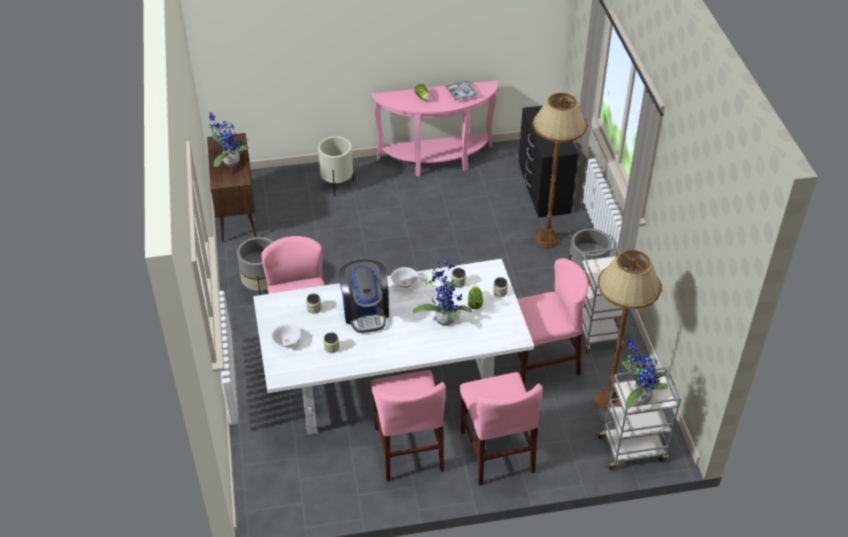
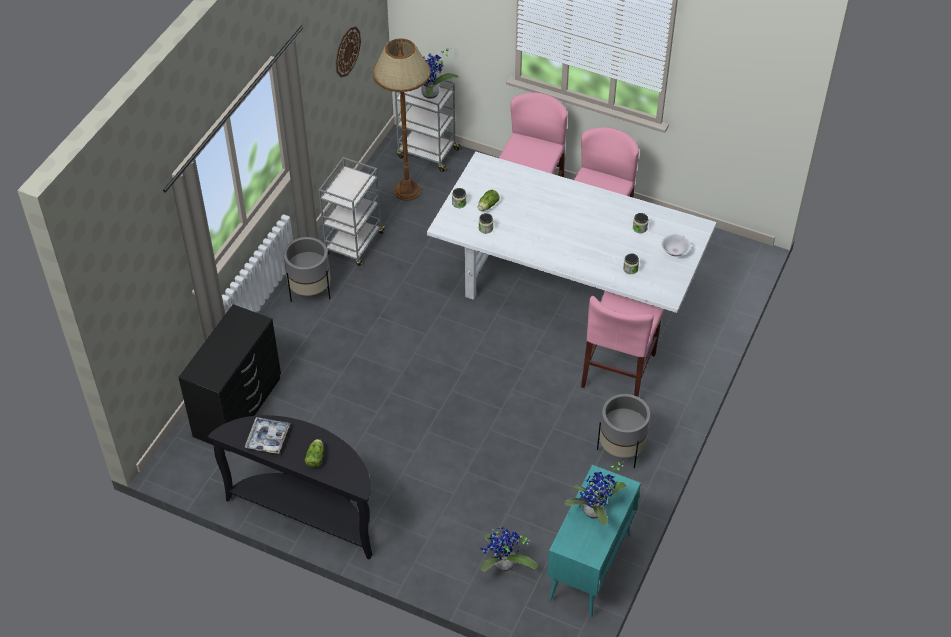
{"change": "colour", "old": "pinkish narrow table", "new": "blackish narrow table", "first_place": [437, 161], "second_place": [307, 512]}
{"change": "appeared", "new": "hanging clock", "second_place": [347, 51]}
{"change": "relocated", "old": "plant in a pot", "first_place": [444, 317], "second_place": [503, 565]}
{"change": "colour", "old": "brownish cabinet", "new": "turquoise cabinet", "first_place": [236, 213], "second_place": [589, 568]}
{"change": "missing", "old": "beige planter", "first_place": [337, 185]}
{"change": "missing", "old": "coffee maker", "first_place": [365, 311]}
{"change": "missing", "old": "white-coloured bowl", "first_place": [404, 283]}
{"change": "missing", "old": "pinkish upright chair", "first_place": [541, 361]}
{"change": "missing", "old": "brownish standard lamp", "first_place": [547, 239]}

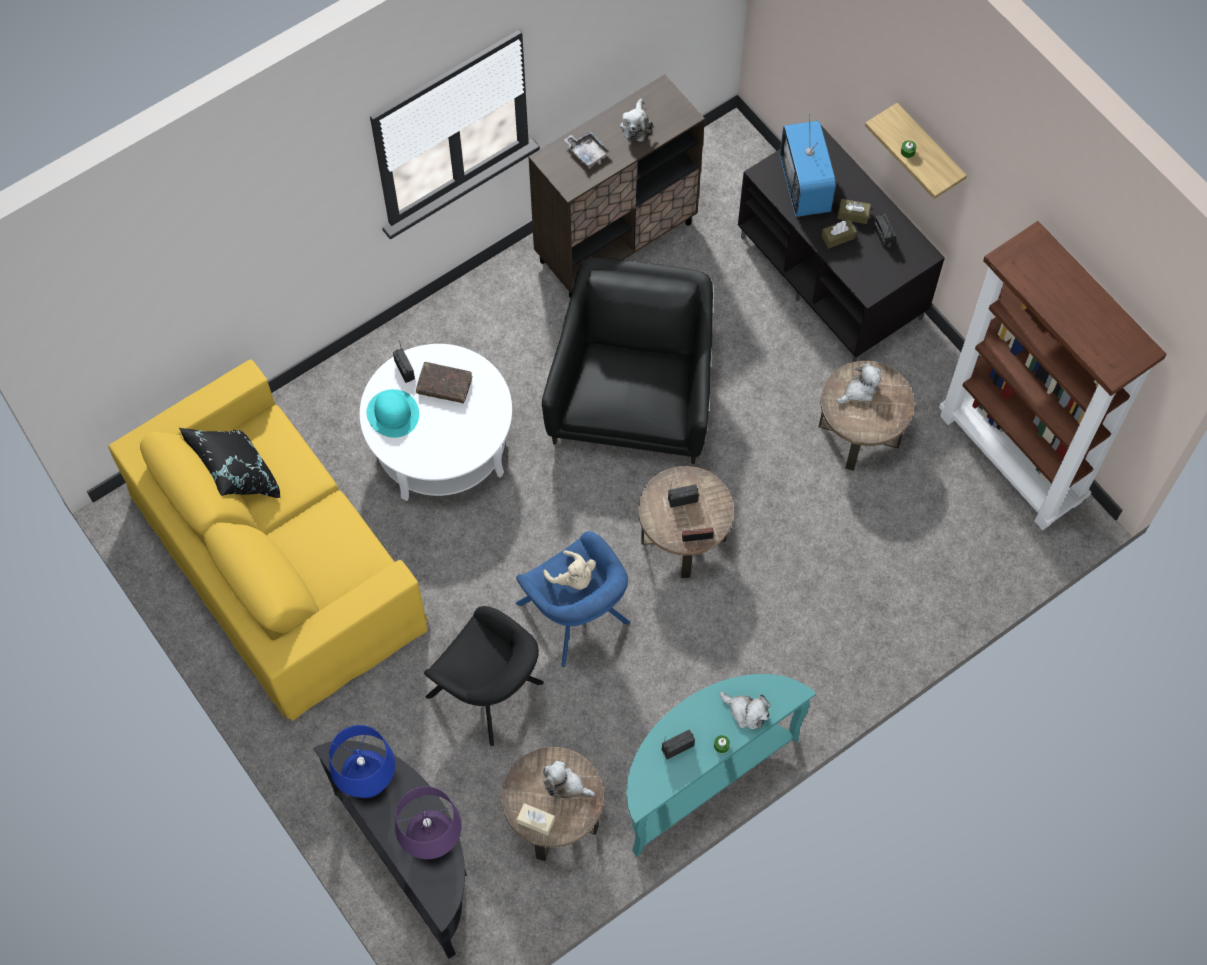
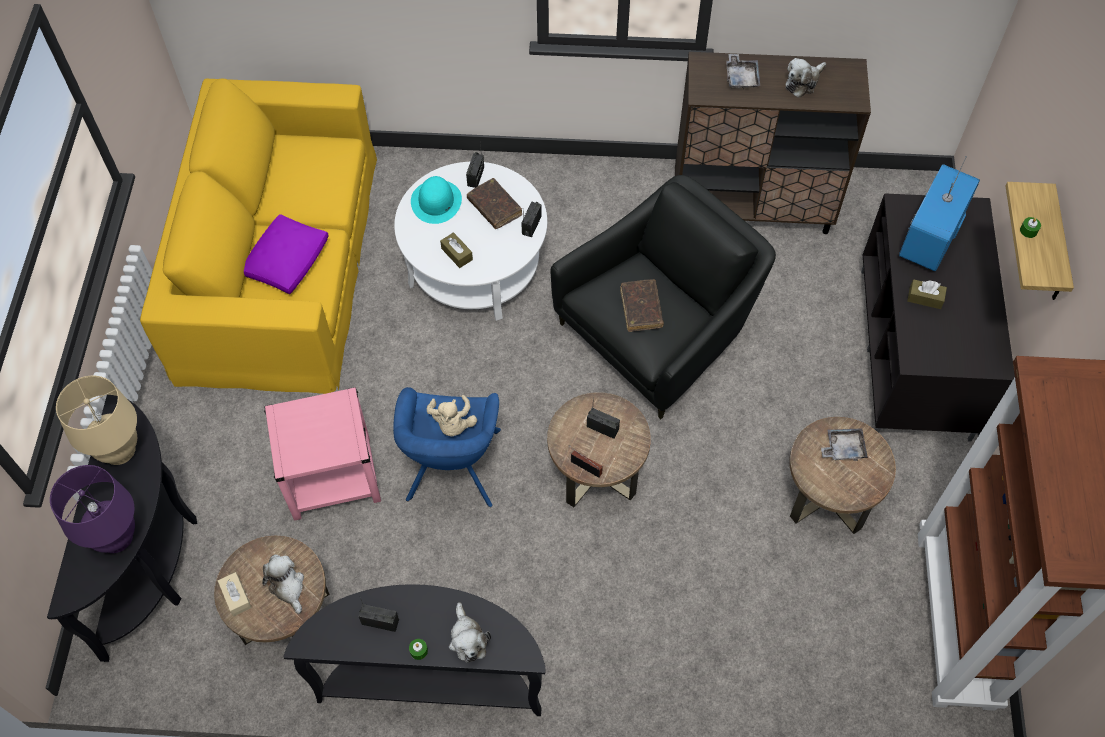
{"change": "colour", "old": "blue-coloured tabletop lamp", "new": "beige tabletop lamp", "first_place": [368, 781], "second_place": [118, 450]}
{"change": "appeared", "new": "purple pillow", "second_place": [287, 260]}
{"change": "exchanged", "old": "blackish lounge chair", "new": "pinkish side table", "first_place": [489, 693], "second_place": [331, 477]}
{"change": "colour", "old": "turquoise narrow table", "new": "blackish narrow table", "first_place": [701, 776], "second_place": [432, 679]}
{"change": "relocated", "old": "brownish tissue box", "first_place": [853, 215], "second_place": [457, 254]}
{"change": "relocated", "old": "radio set", "first_place": [883, 236], "second_place": [531, 225]}
{"change": "appeared", "new": "brownish book", "second_place": [641, 309]}
{"change": "exchanged", "old": "cuddly toy", "new": "gray carrying tray", "first_place": [859, 390], "second_place": [843, 448]}
{"change": "missing", "old": "blackish pillow", "first_place": [237, 477]}

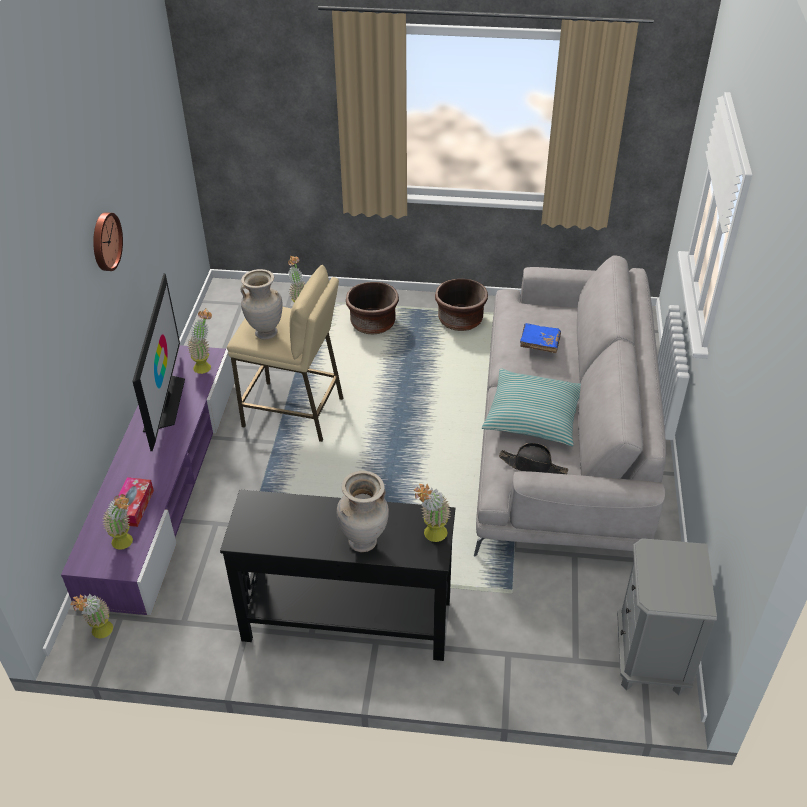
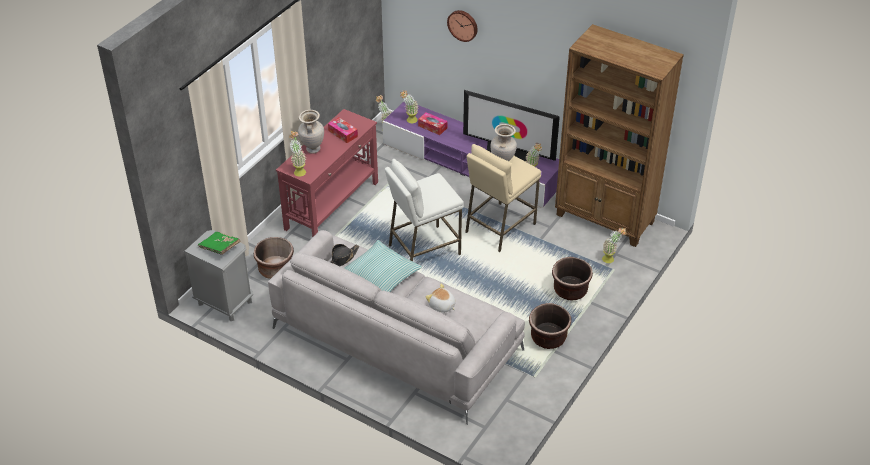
{"change": "appeared", "new": "greenish book", "second_place": [220, 248]}
{"change": "appeared", "new": "brownish planter", "second_place": [275, 269]}
{"change": "colour", "old": "blackish narrow table", "new": "red narrow table", "first_place": [346, 620], "second_place": [332, 205]}
{"change": "appeared", "new": "tissue box", "second_place": [343, 133]}
{"change": "appeared", "new": "white-coloured stool seat", "second_place": [424, 250]}
{"change": "exchanged", "old": "blue-coloured book", "new": "cuddly toy", "first_place": [539, 345], "second_place": [442, 306]}
{"change": "relocated", "old": "hanging clock", "first_place": [105, 241], "second_place": [463, 25]}
{"change": "appeared", "new": "brownish bookshelf", "second_place": [605, 219]}

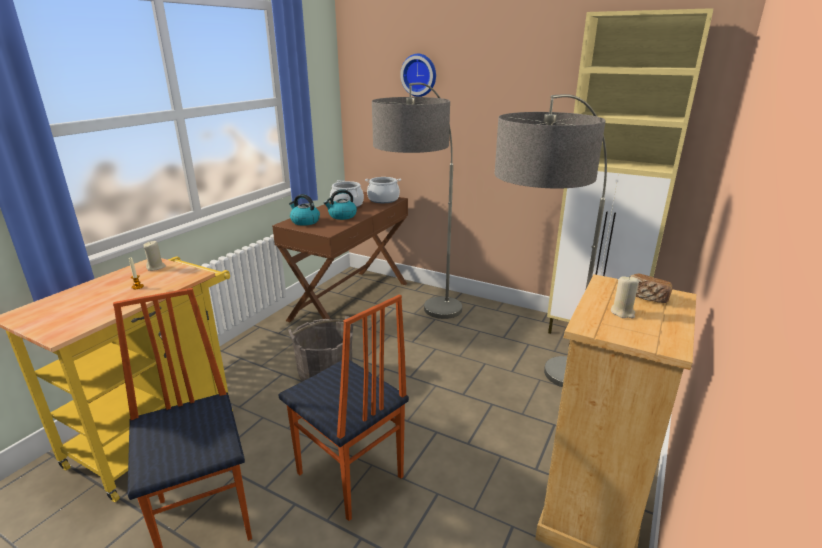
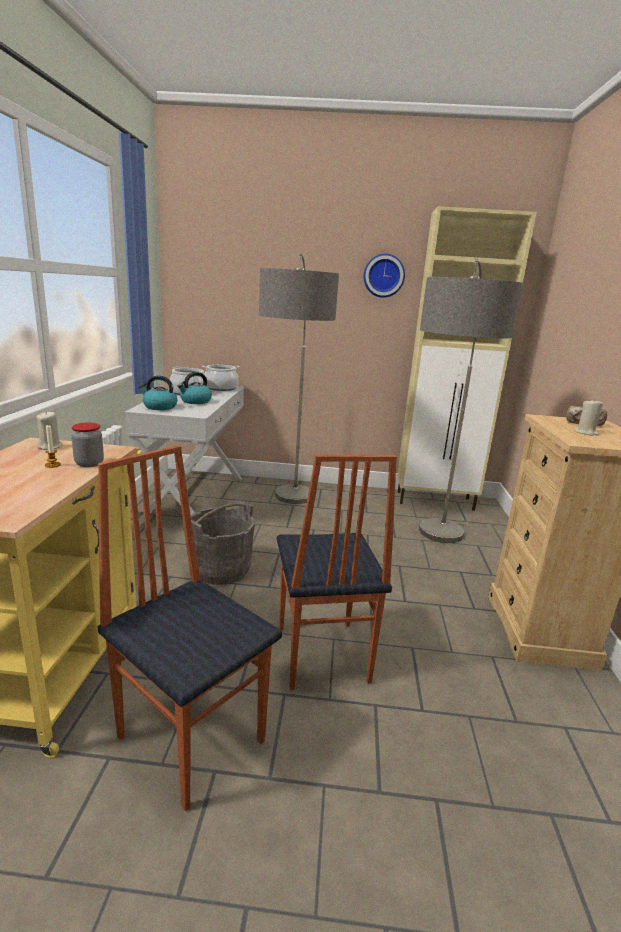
{"change": "appeared", "new": "jar", "second_place": [89, 463]}
{"change": "colour", "old": "brownish narrow table", "new": "white-coloured narrow table", "first_place": [350, 301], "second_place": [193, 499]}
{"change": "spun", "old": "upright chair", "first_place": [349, 476], "second_place": [320, 654], "degrees": 60}
{"change": "relocated", "old": "hanging clock", "first_place": [419, 75], "second_place": [384, 275]}

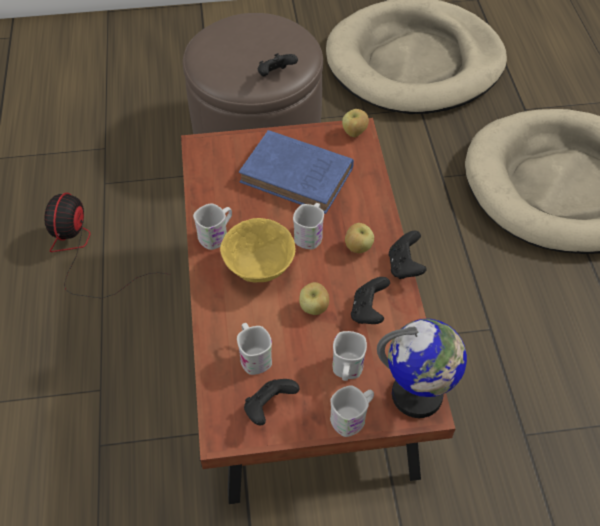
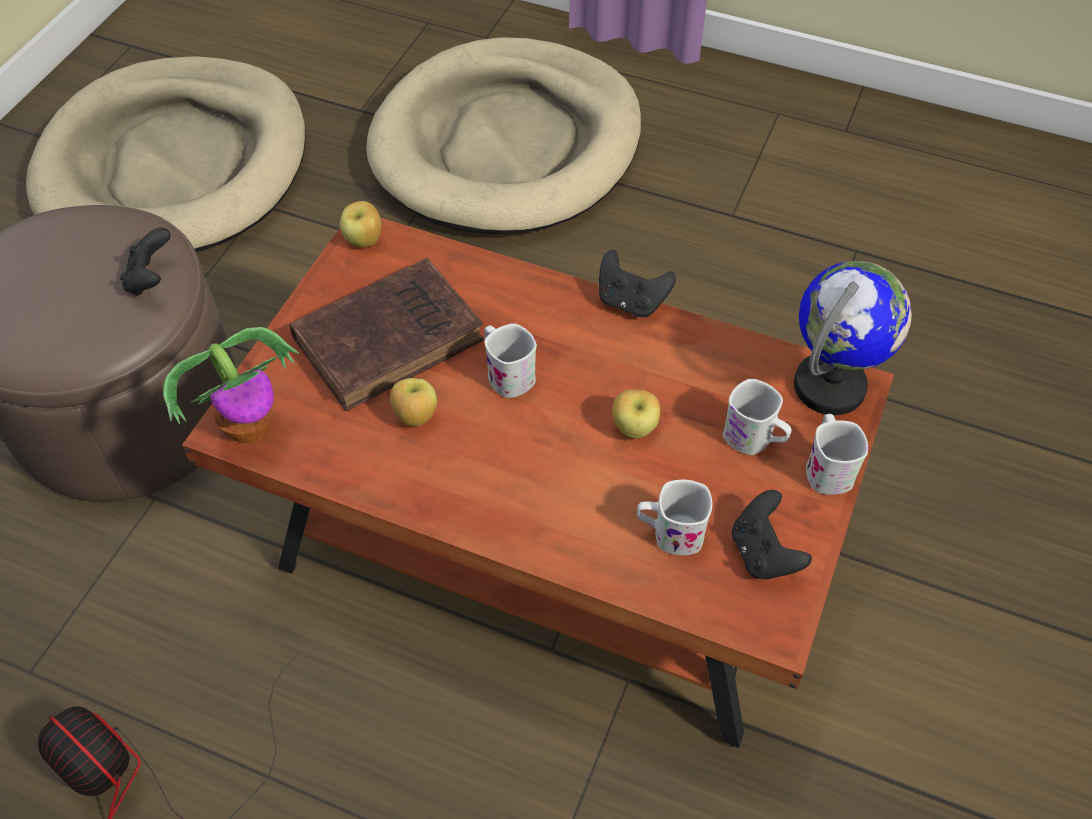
{"change": "appeared", "new": "plant in a pot", "second_place": [250, 425]}
{"change": "colour", "old": "blue-coloured book", "new": "brownish book", "first_place": [299, 176], "second_place": [393, 337]}
{"change": "relocated", "old": "whole apple", "first_place": [358, 247], "second_place": [415, 417]}
{"change": "missing", "old": "white-coloured tea mug", "first_place": [217, 235]}
{"change": "missing", "old": "yellow-coloured bowl", "first_place": [259, 270]}
{"change": "missing", "old": "blackish game controller", "first_place": [368, 311]}

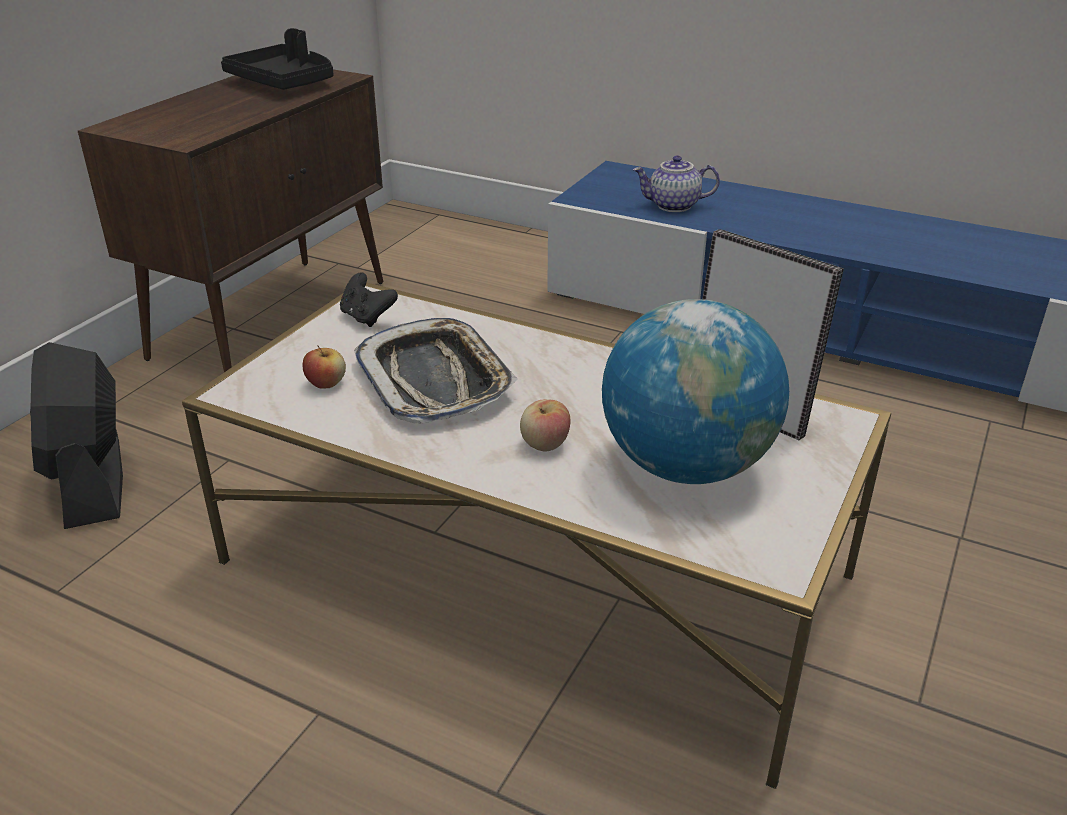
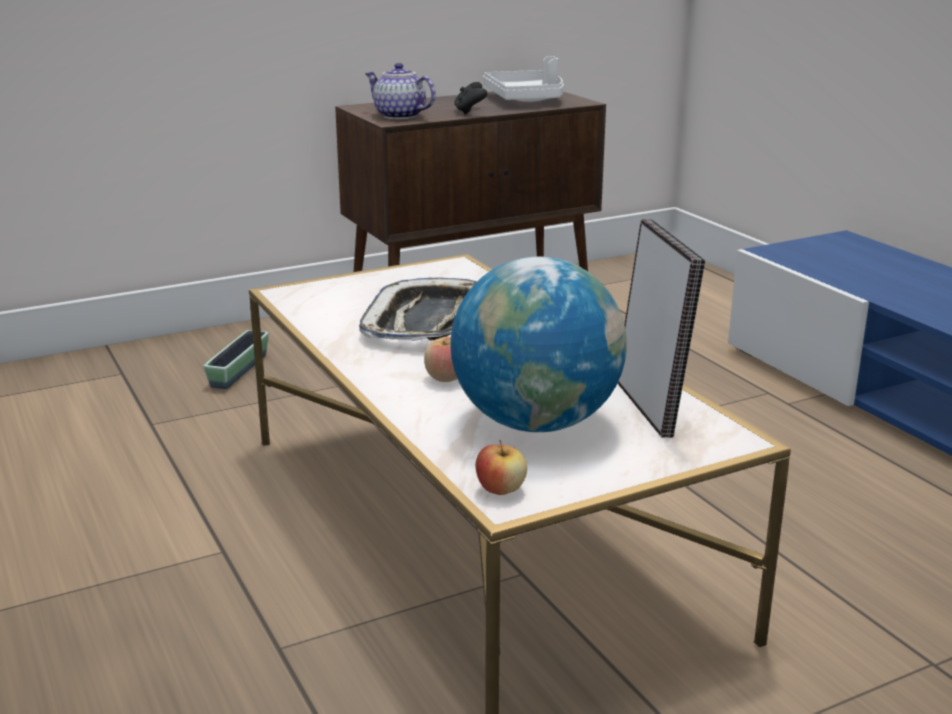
{"change": "exchanged", "old": "blackish cooling fan", "new": "planter", "first_place": [92, 481], "second_place": [239, 371]}
{"change": "relocated", "old": "teapot", "first_place": [673, 206], "second_place": [398, 116]}
{"change": "relocated", "old": "blackish game controller", "first_place": [367, 317], "second_place": [470, 112]}
{"change": "relocated", "old": "whole apple", "first_place": [326, 383], "second_place": [501, 489]}
{"change": "colour", "old": "blackish carrying tray", "new": "white-coloured carrying tray", "first_place": [284, 82], "second_place": [526, 99]}

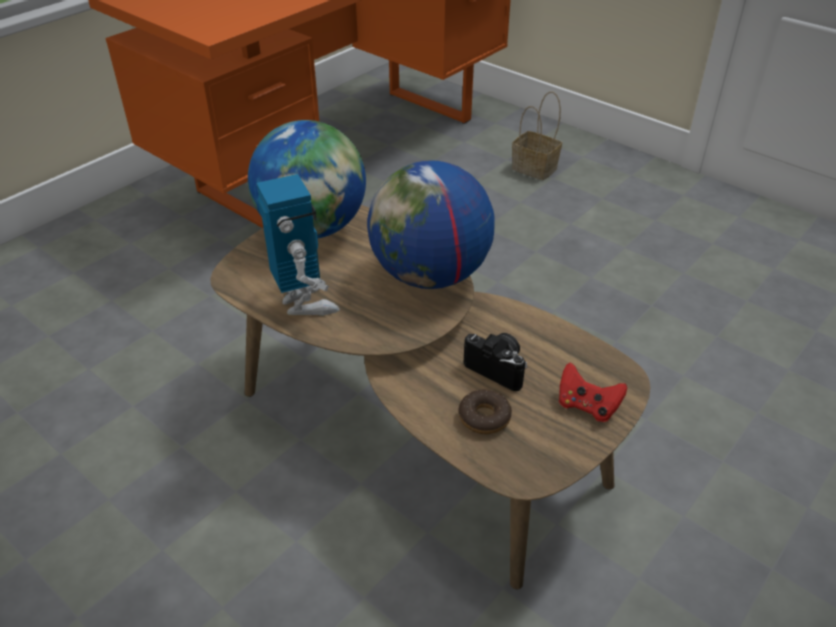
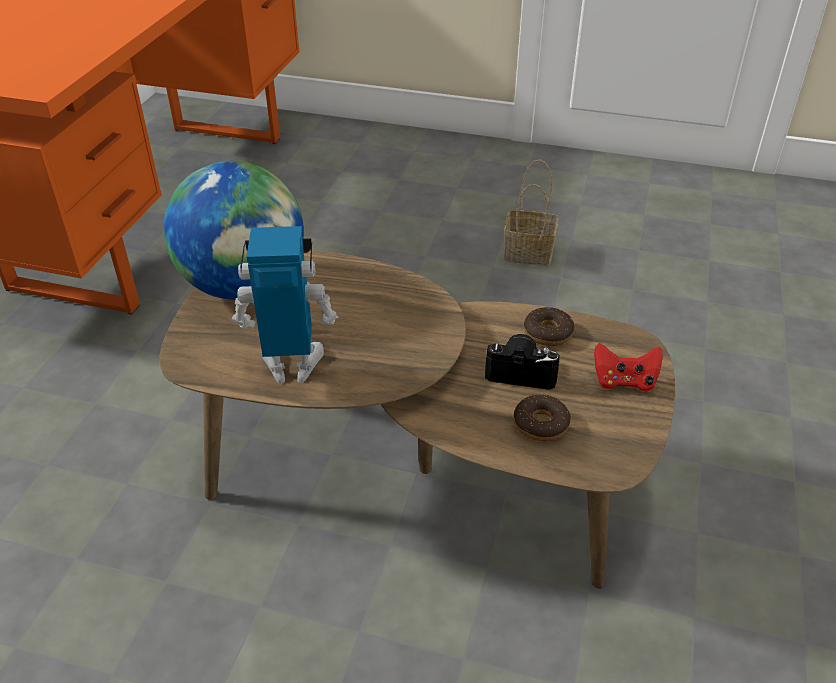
{"change": "spun", "old": "toy robot", "first_place": [305, 302], "second_place": [292, 366], "degrees": -45}
{"change": "relocated", "old": "basket", "first_place": [536, 168], "second_place": [530, 252]}
{"change": "appeared", "new": "ring doughnut", "second_place": [548, 333]}
{"change": "missing", "old": "world globe", "first_place": [430, 275]}

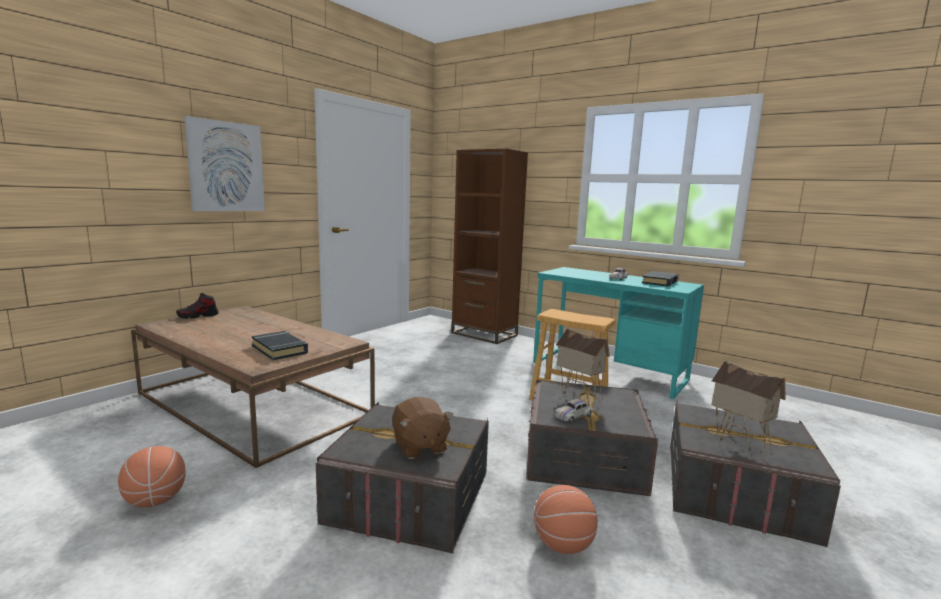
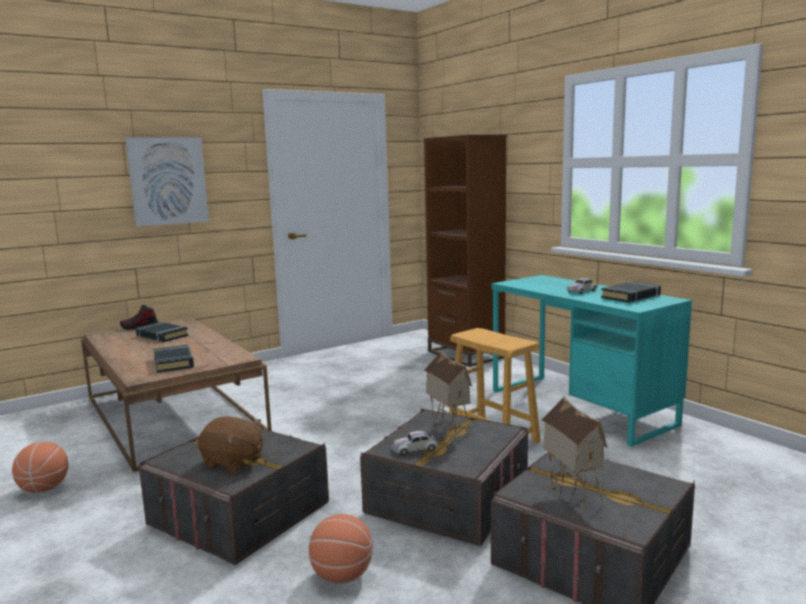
{"change": "appeared", "new": "blackish book", "second_place": [162, 336]}
{"change": "spun", "old": "brownish cuddly toy", "first_place": [419, 446], "second_place": [233, 462], "degrees": -60}

